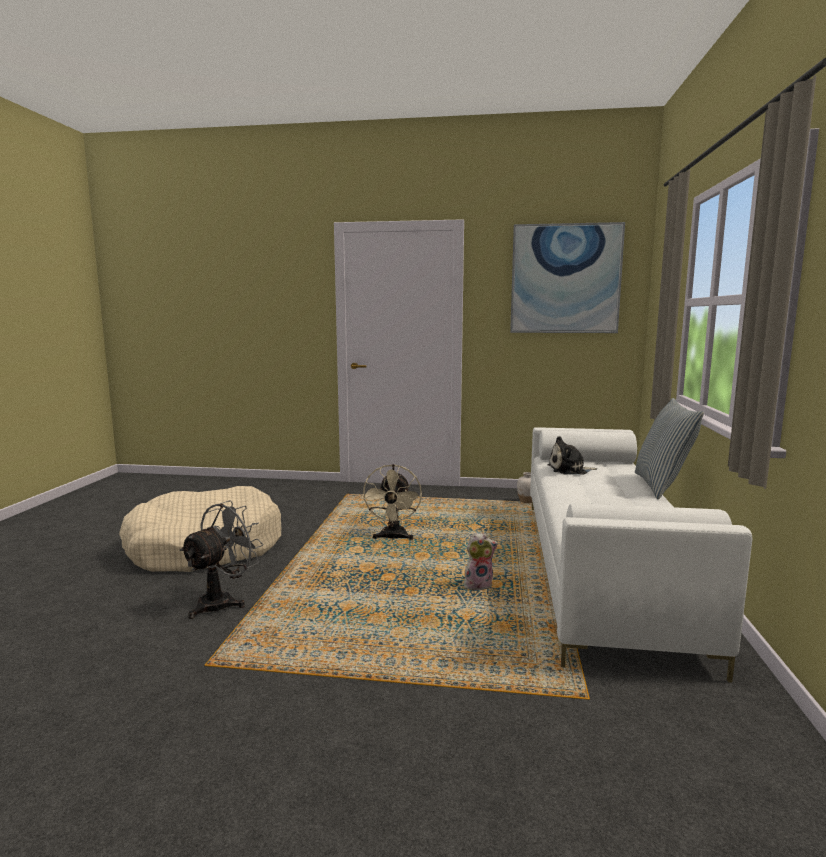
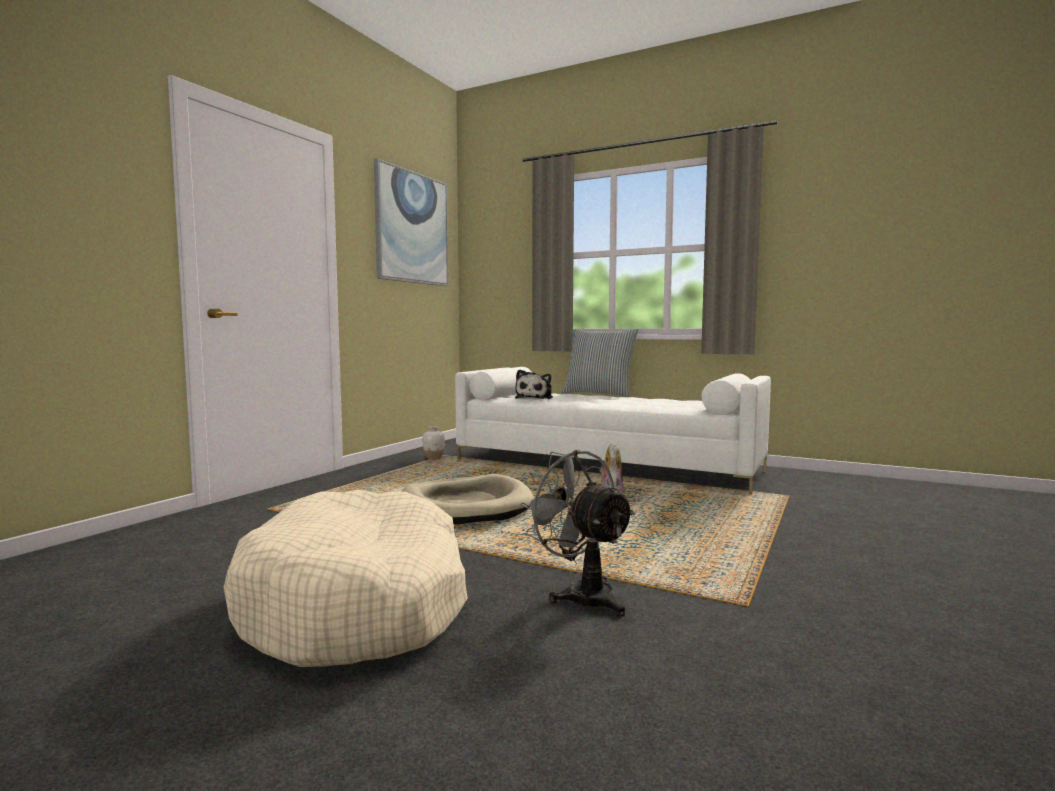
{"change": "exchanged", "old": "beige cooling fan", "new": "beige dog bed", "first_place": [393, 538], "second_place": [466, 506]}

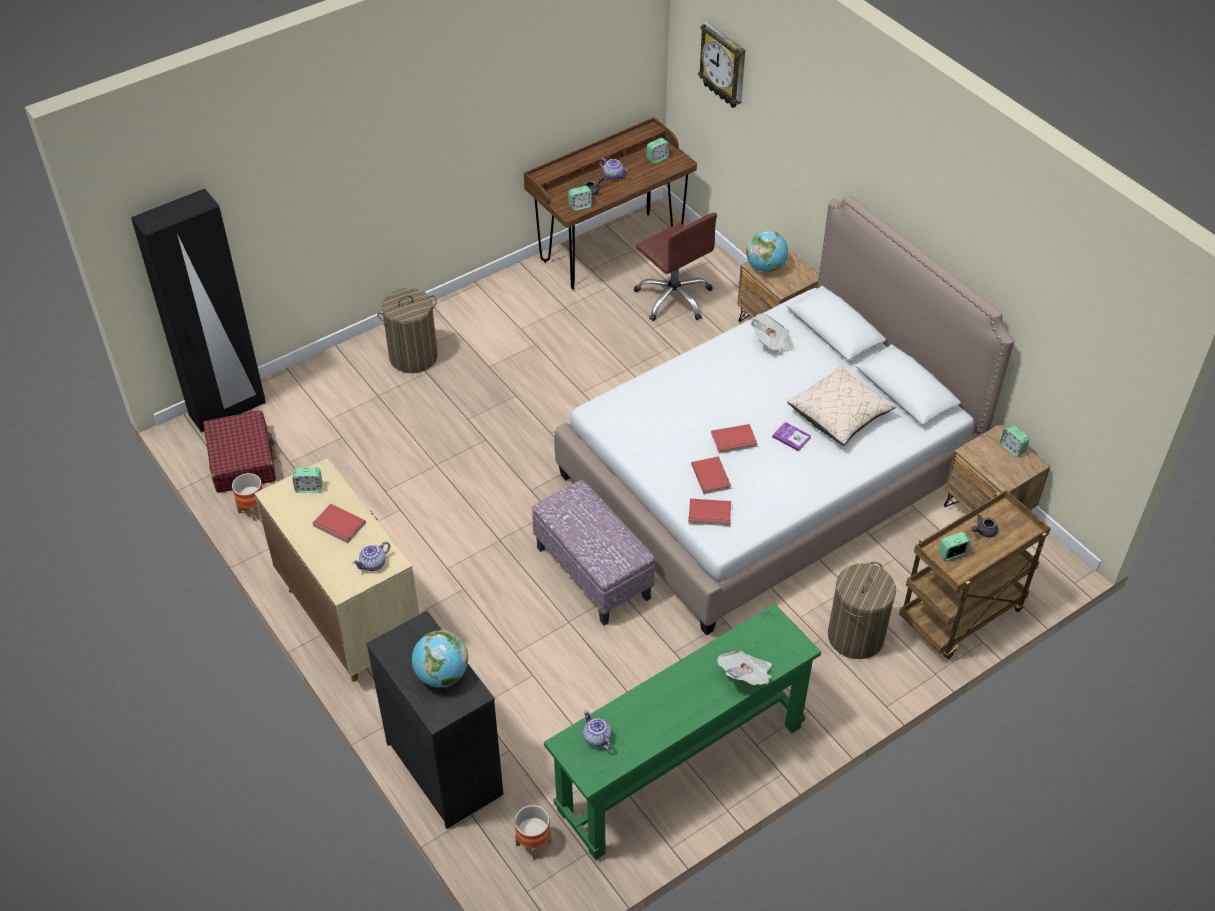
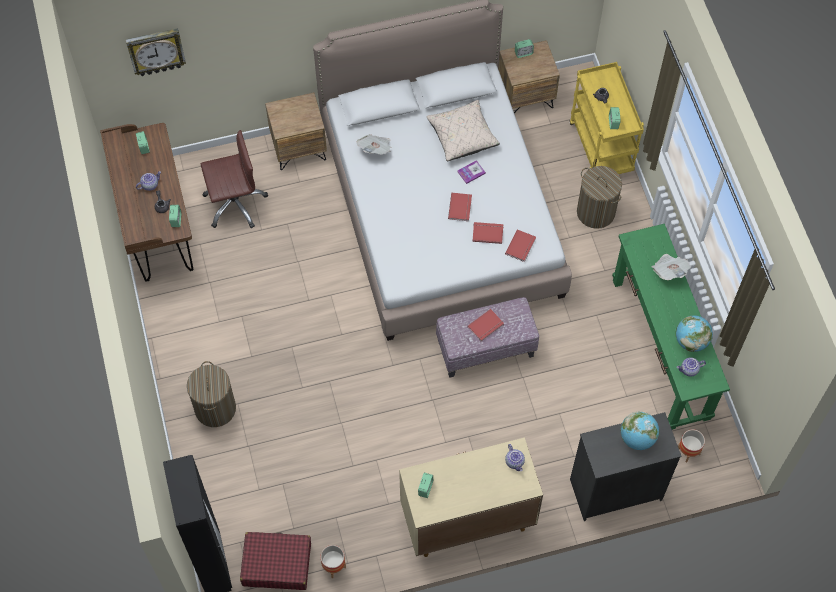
{"change": "relocated", "old": "red book", "first_place": [338, 525], "second_place": [486, 326]}
{"change": "colour", "old": "brownish trolley", "new": "yellow-coloured trolley", "first_place": [960, 617], "second_place": [602, 148]}
{"change": "relocated", "old": "world globe", "first_place": [765, 267], "second_place": [691, 341]}

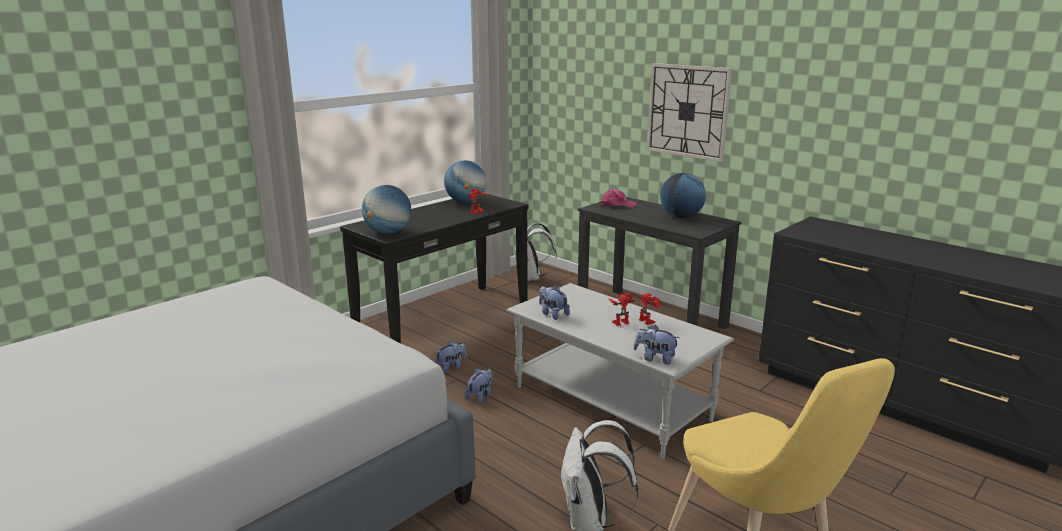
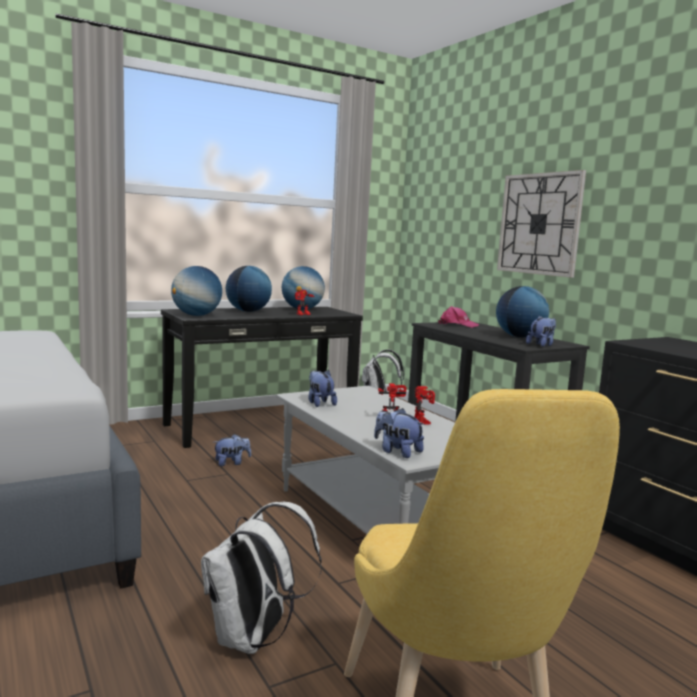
{"change": "appeared", "new": "world globe", "second_place": [248, 311]}
{"change": "relocated", "old": "cuddly toy", "first_place": [480, 396], "second_place": [541, 345]}

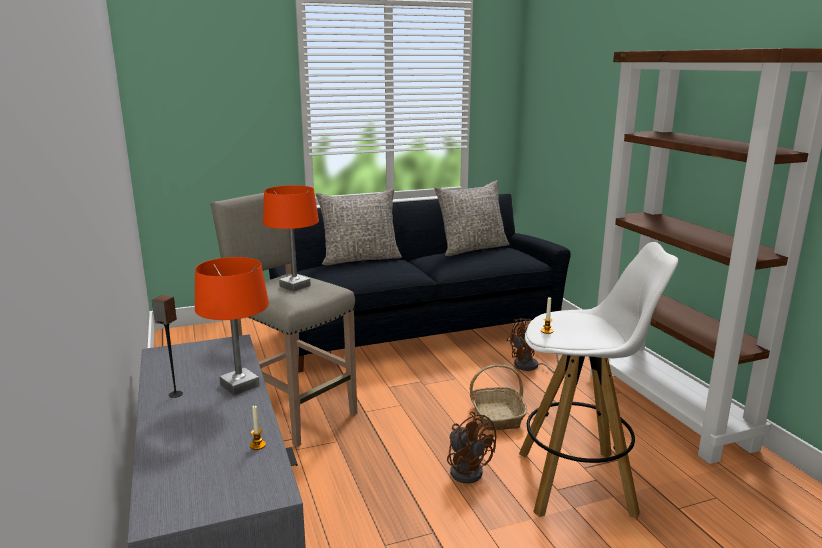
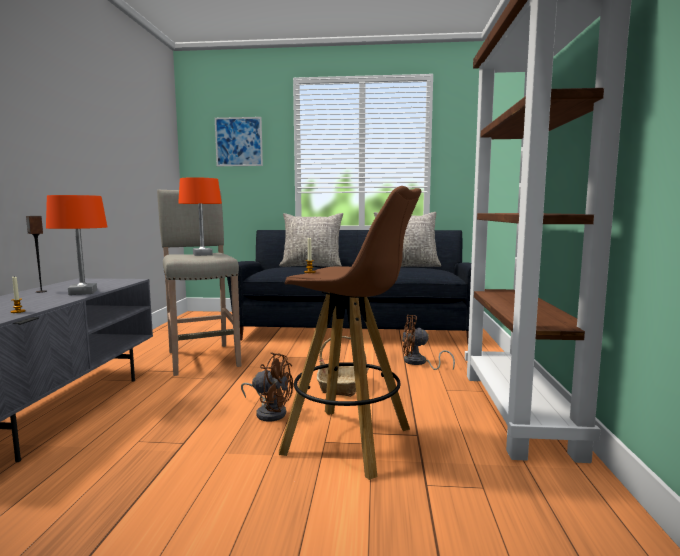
{"change": "appeared", "new": "picture", "second_place": [239, 142]}
{"change": "spun", "old": "brownish cooling fan", "first_place": [467, 469], "second_place": [269, 412], "degrees": -60}
{"change": "colour", "old": "white-coloured stool seat", "new": "brownish stool seat", "first_place": [577, 483], "second_place": [350, 441]}

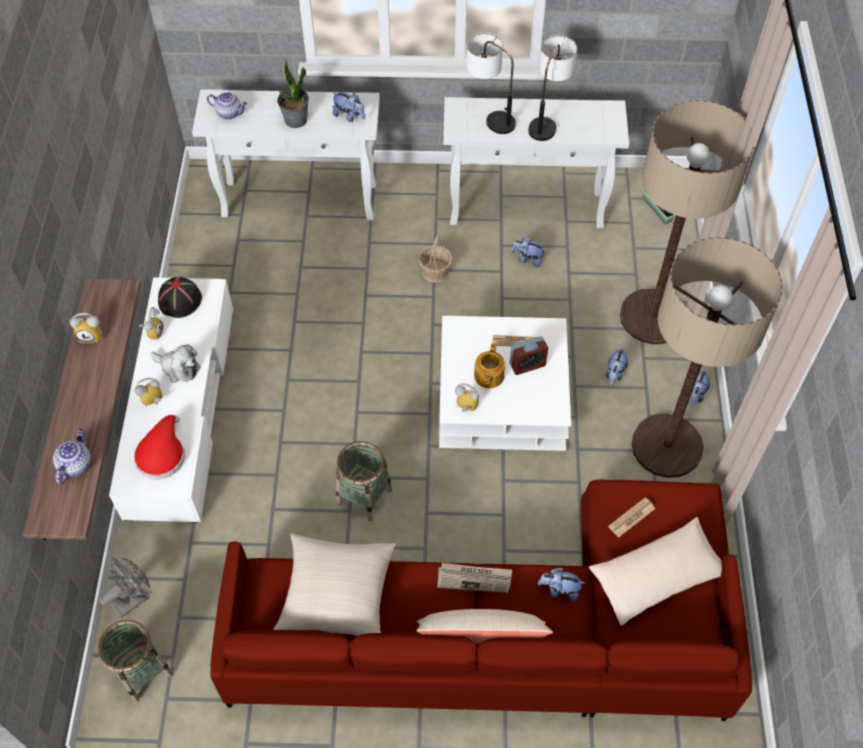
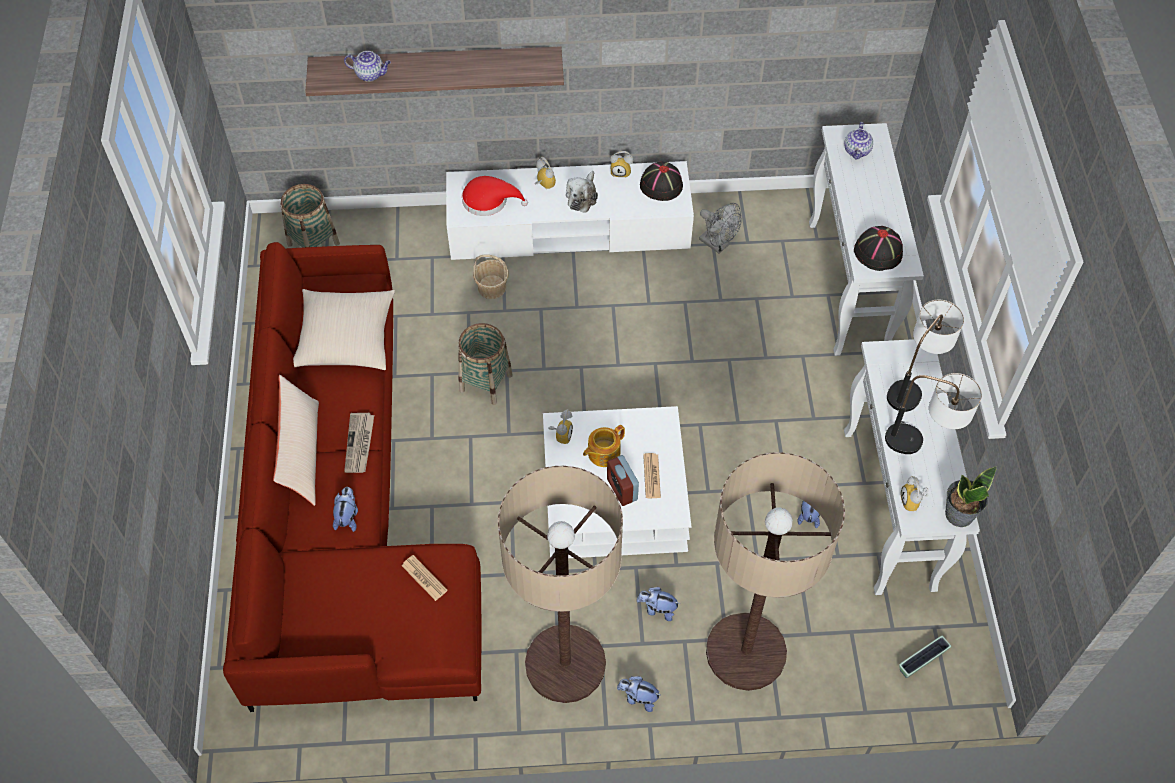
{"change": "relocated", "old": "basket", "first_place": [435, 272], "second_place": [491, 287]}
{"change": "spun", "old": "teapot", "first_place": [488, 376], "second_place": [603, 453], "degrees": -45}
{"change": "relocated", "old": "gray cooling fan", "first_place": [134, 598], "second_place": [717, 245]}
{"change": "exchanged", "old": "cuddly toy", "new": "blackish wearable hat", "first_place": [349, 116], "second_place": [878, 252]}
{"change": "relocated", "old": "table clock", "first_place": [92, 335], "second_place": [913, 502]}
{"change": "relocated", "old": "plant in a pot", "first_place": [296, 120], "second_place": [958, 514]}
{"change": "missing", "old": "beige pillow", "first_place": [657, 576]}

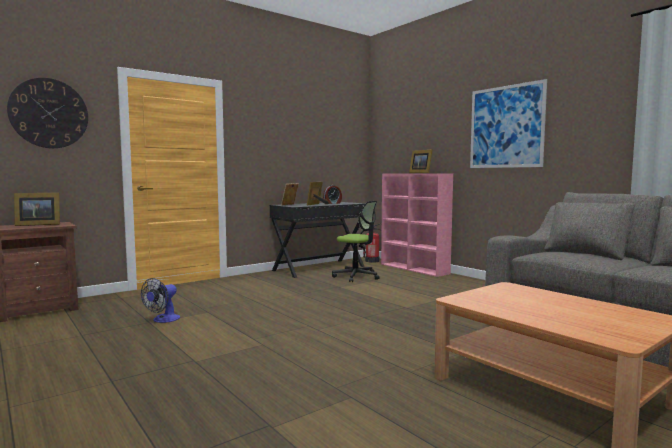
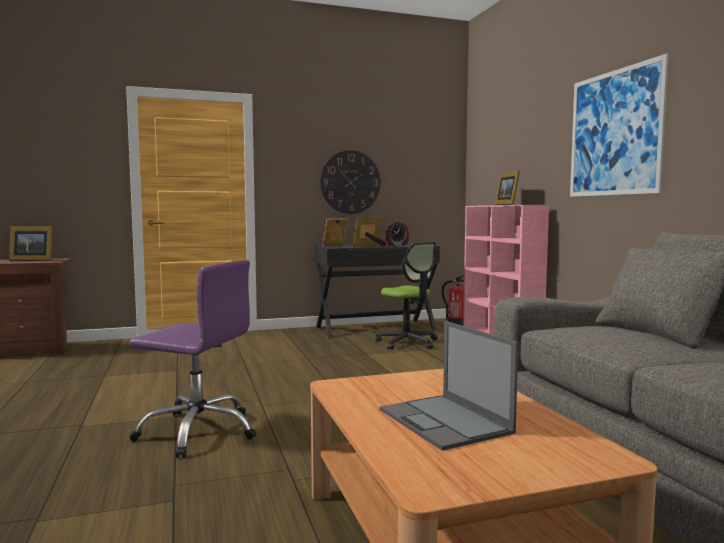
{"change": "appeared", "new": "purple office chair", "second_place": [198, 431]}
{"change": "relocated", "old": "hanging clock", "first_place": [49, 113], "second_place": [350, 182]}
{"change": "appeared", "new": "notebook computer", "second_place": [445, 421]}
{"change": "missing", "old": "cooling fan", "first_place": [163, 320]}

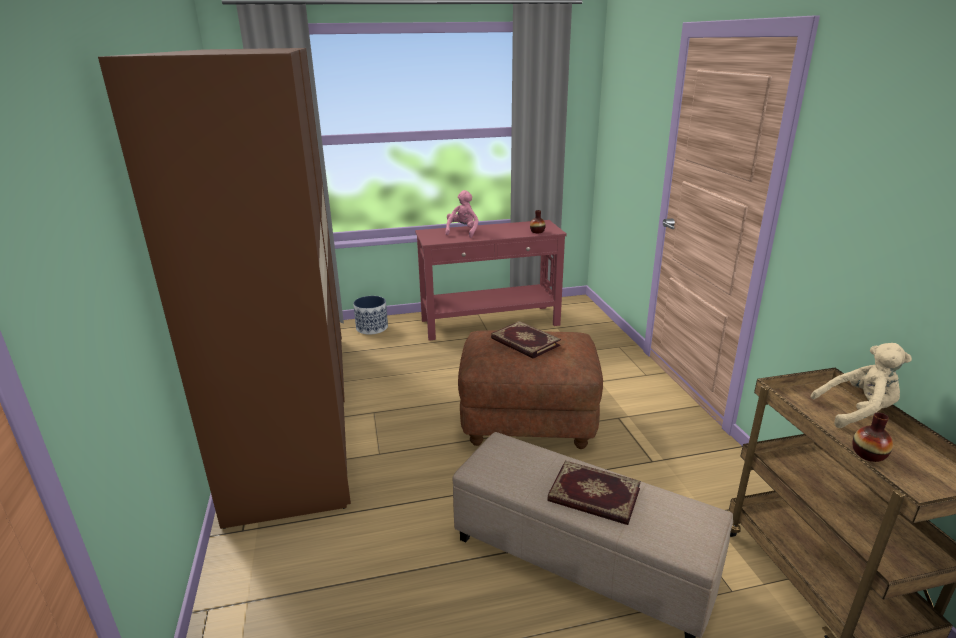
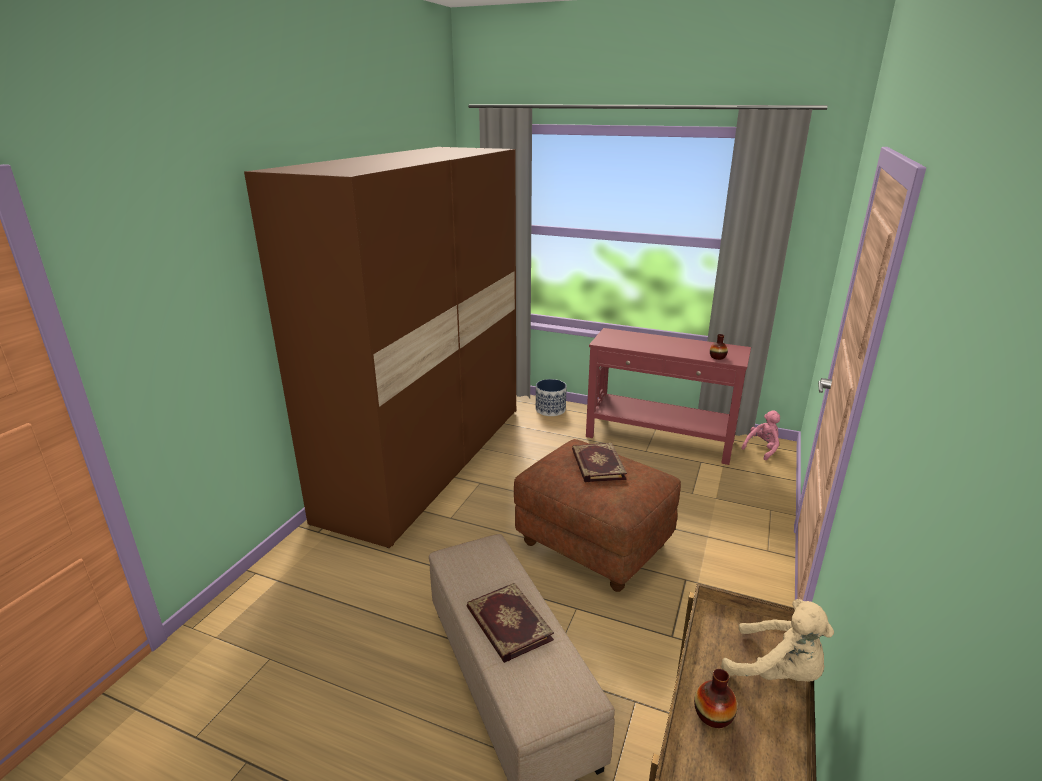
{"change": "relocated", "old": "pinkish cuddly toy", "first_place": [462, 231], "second_place": [762, 449]}

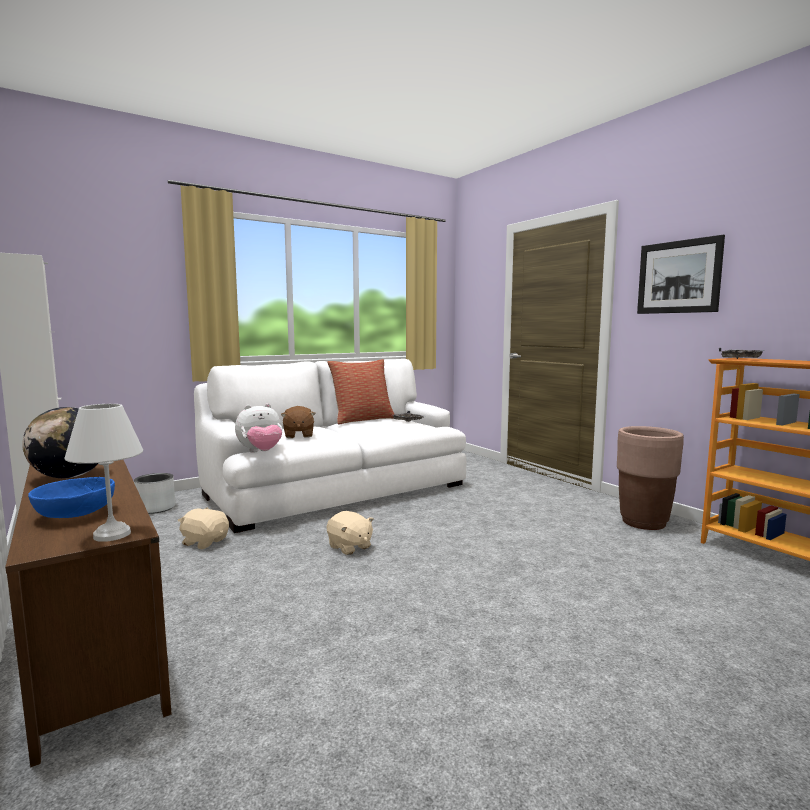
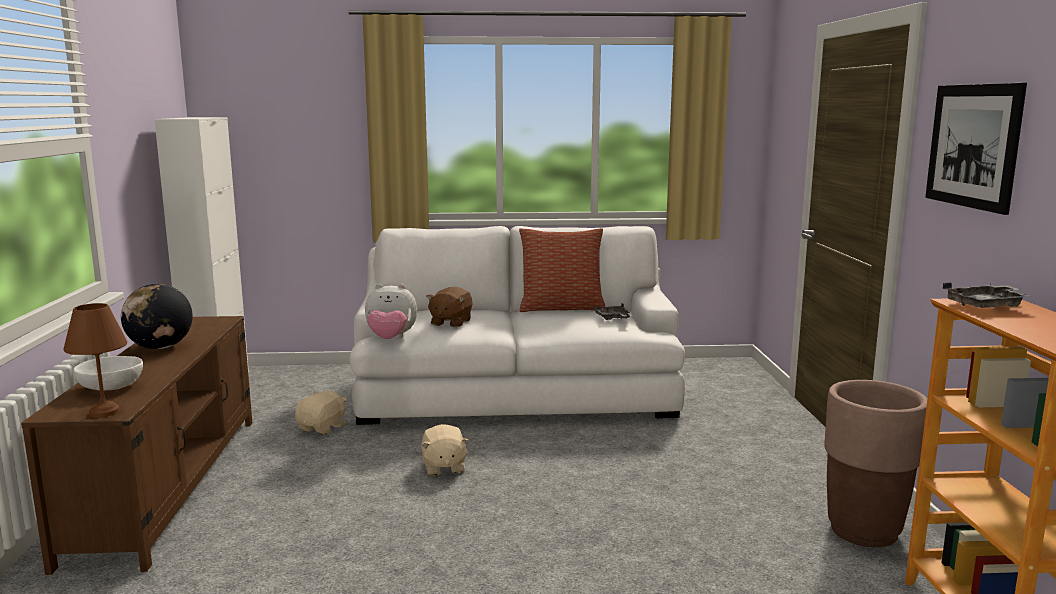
{"change": "colour", "old": "white-coloured tabletop lamp", "new": "brownish tabletop lamp", "first_place": [110, 535], "second_place": [103, 412]}
{"change": "colour", "old": "blue-coloured bowl", "new": "white-coloured bowl", "first_place": [75, 514], "second_place": [111, 387]}
{"change": "spun", "old": "beige cuddly toy", "first_place": [205, 542], "second_place": [322, 428], "degrees": 60}
{"change": "missing", "old": "gray planter", "first_place": [155, 508]}

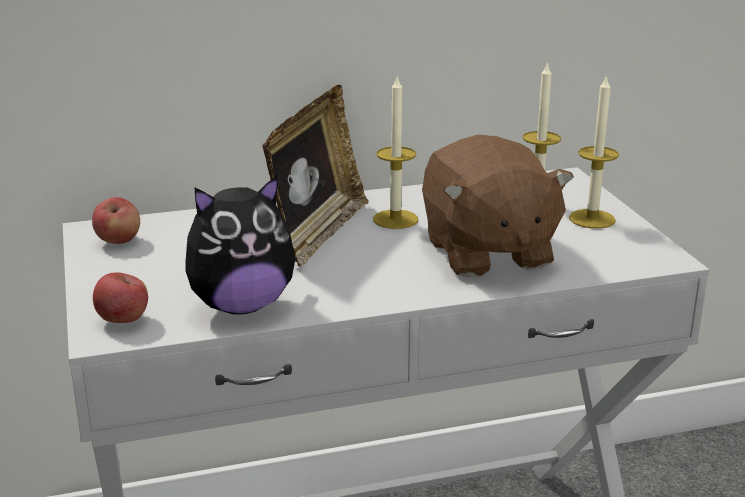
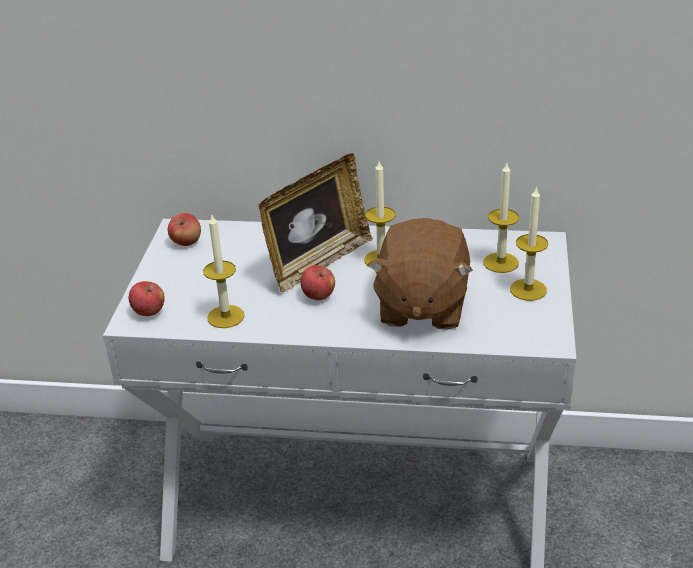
{"change": "exchanged", "old": "cuddly toy", "new": "wax light", "first_place": [241, 305], "second_place": [225, 316]}
{"change": "appeared", "new": "whole apple", "second_place": [318, 296]}

